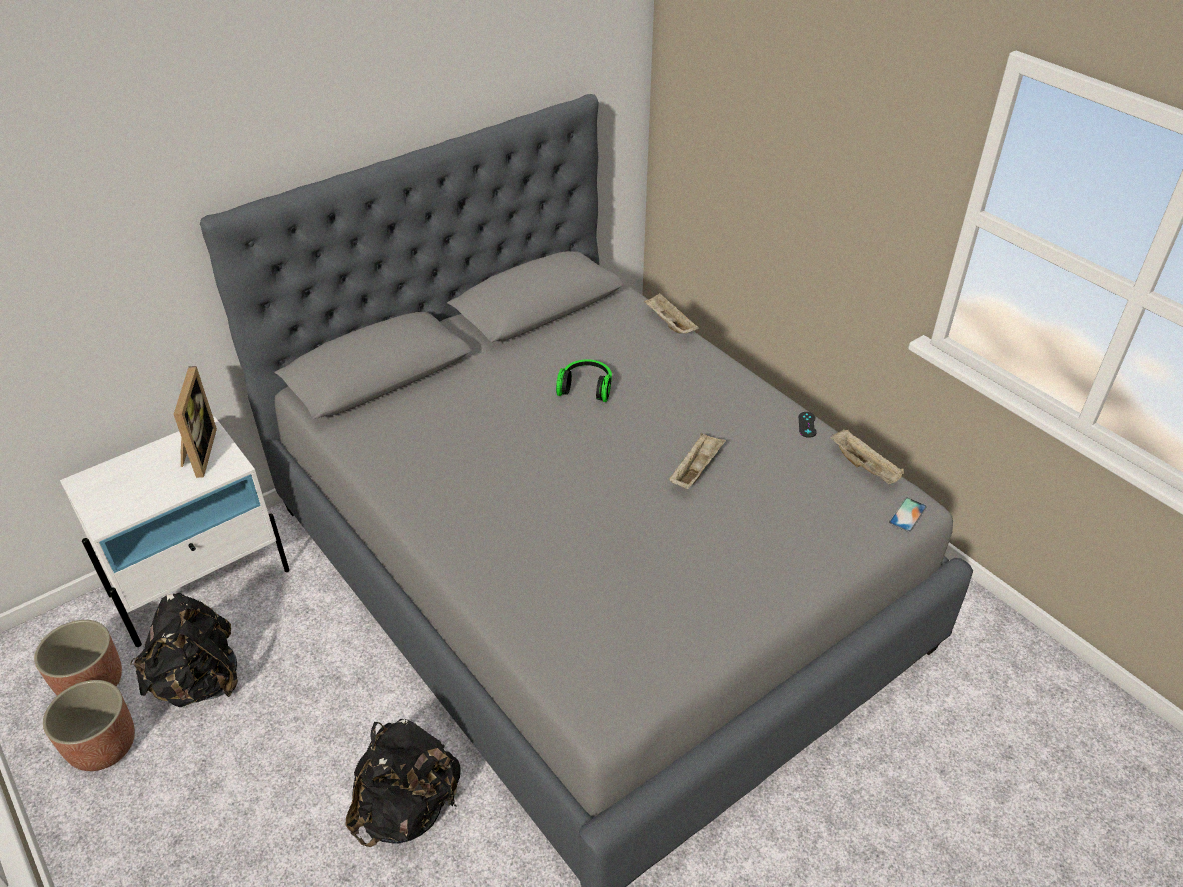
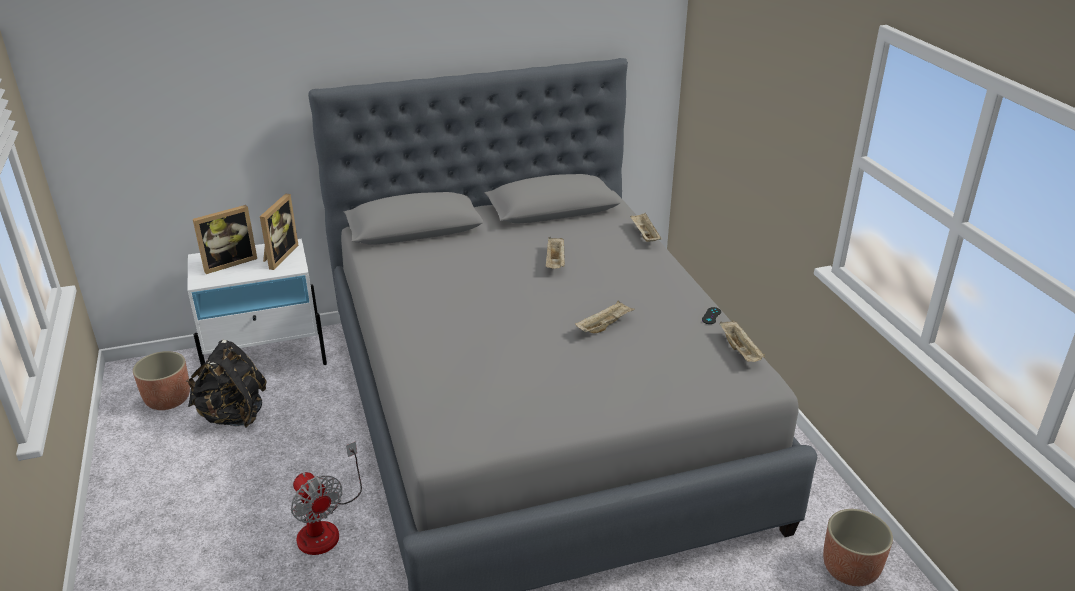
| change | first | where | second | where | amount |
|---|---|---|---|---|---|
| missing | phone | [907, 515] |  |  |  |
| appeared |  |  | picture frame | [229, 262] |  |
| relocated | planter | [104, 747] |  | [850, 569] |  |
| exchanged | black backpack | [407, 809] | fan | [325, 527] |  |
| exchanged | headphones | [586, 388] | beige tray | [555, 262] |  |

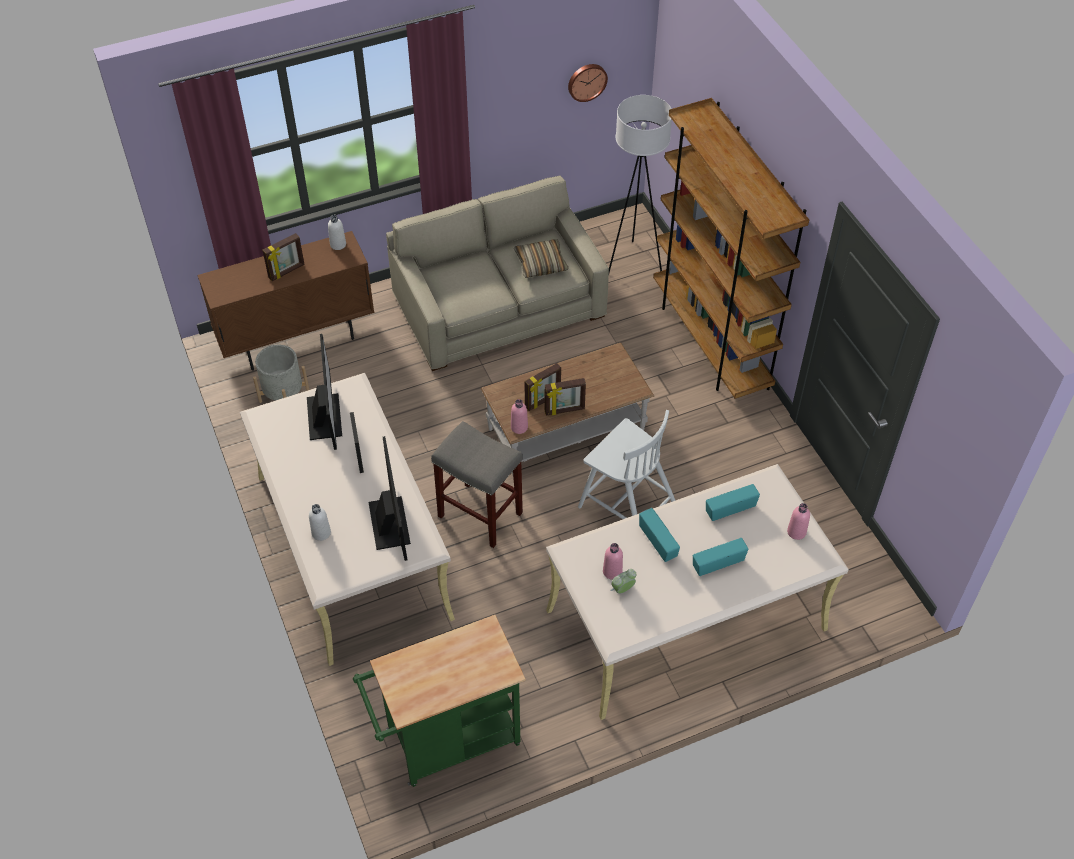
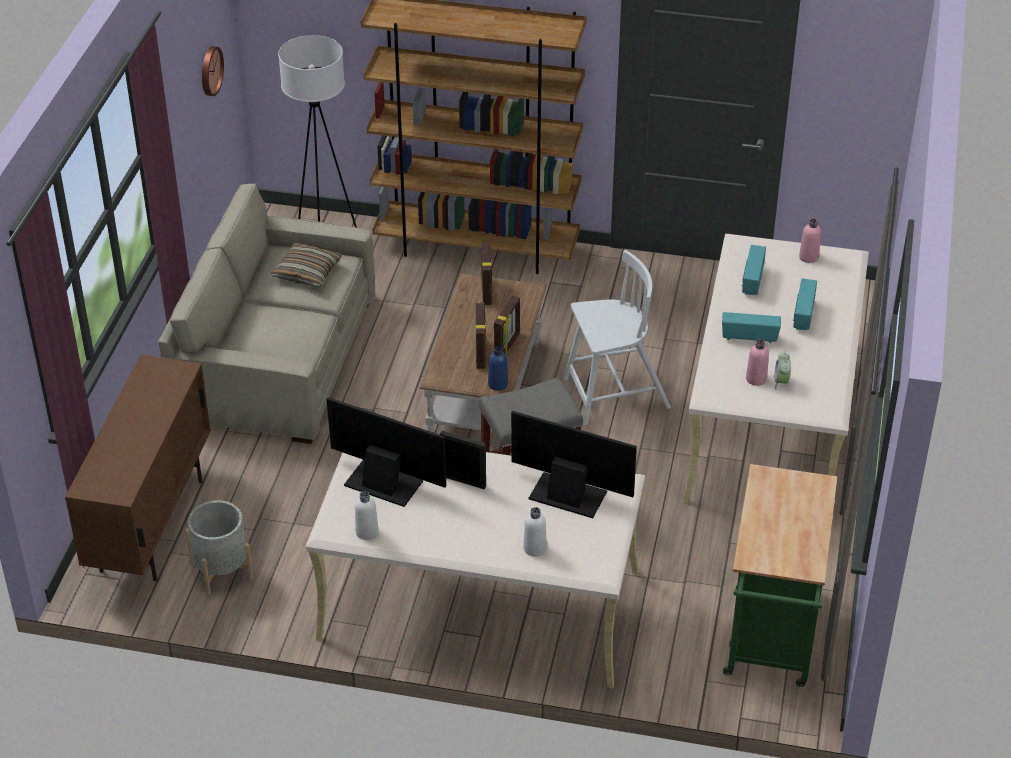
| change | first | where | second | where | amount |
|---|---|---|---|---|---|
| relocated | picture frame | [287, 272] |  | [487, 291] |  |
| relocated | white bottle | [338, 244] |  | [367, 532] |  |
| colour | pink bottle | [519, 427] | blue bottle | [498, 384] |  |

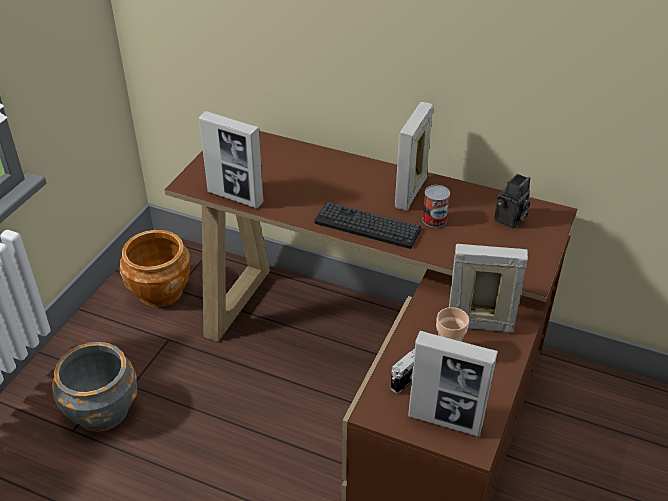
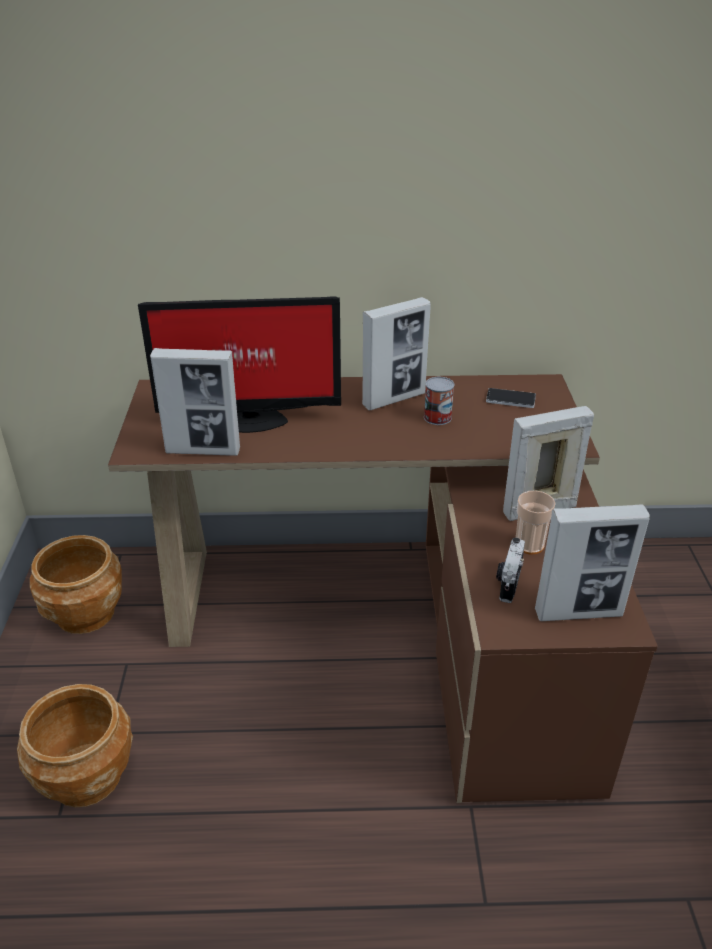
| change | first | where | second | where | amount |
|---|---|---|---|---|---|
| missing | keyboard | [367, 226] |  |  |  |
| appeared |  |  | monitor | [248, 419] |  |
| exchanged | photo camera | [510, 220] | phone | [510, 399] |  |
| colour | grey planter | [103, 410] | brown planter | [87, 775] |  |
| spun | picture frame | [411, 193] |  | [394, 399] | 120 degrees counterclockwise |

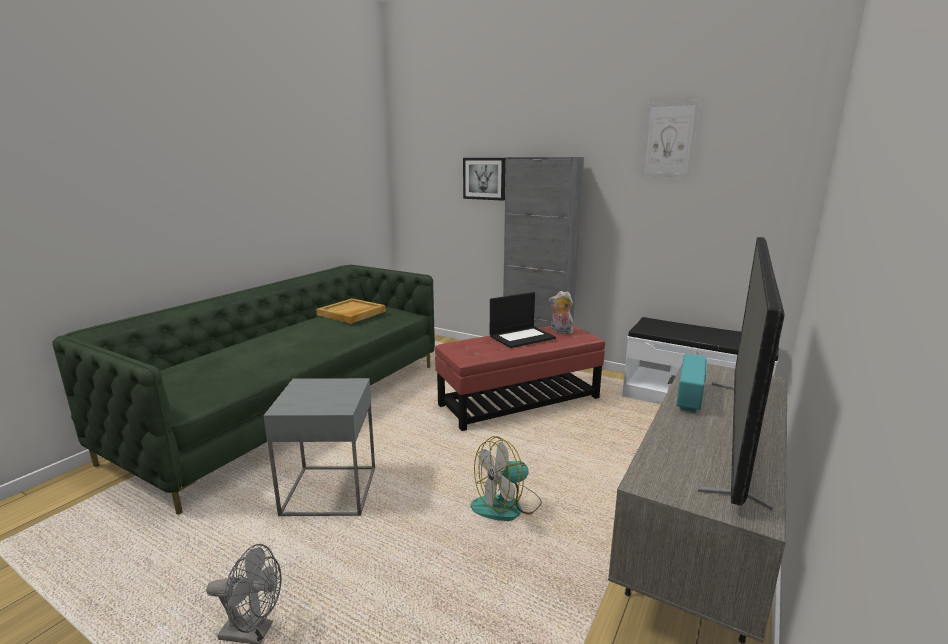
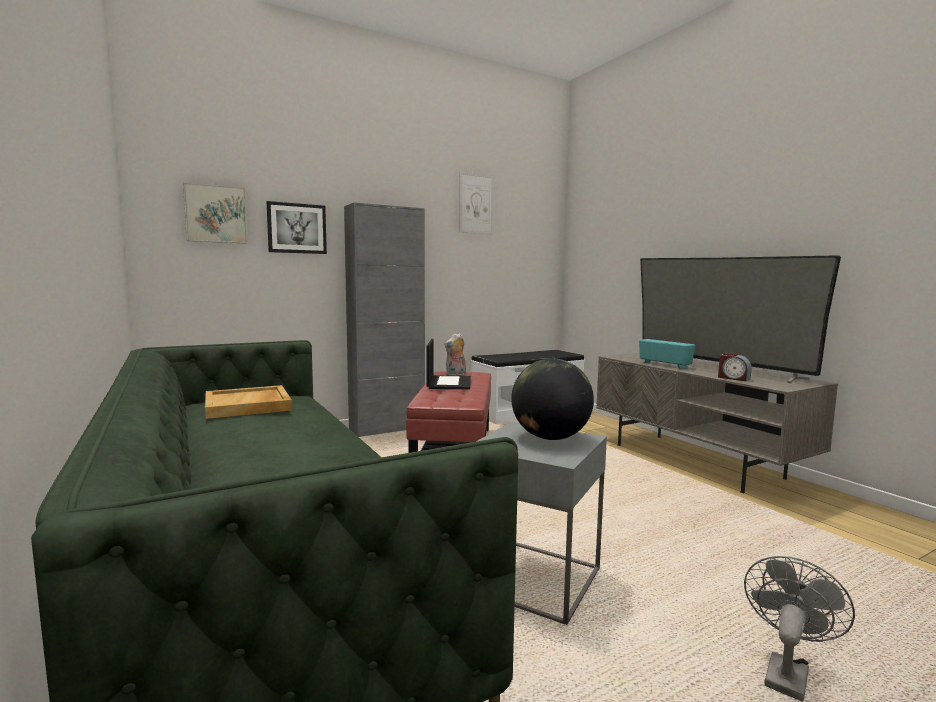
| change | first | where | second | where | amount |
|---|---|---|---|---|---|
| missing | fan | [507, 505] |  |  |  |
| appeared |  |  | picture | [216, 214] |  |
| appeared |  |  | globe | [550, 438] |  |
| appeared |  |  | alarm clock | [733, 378] |  |

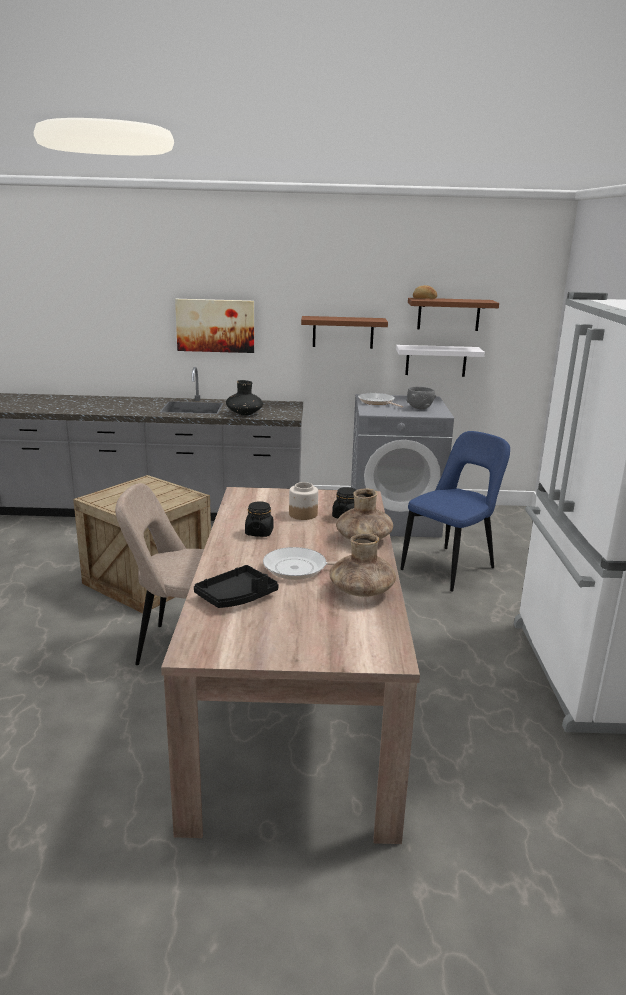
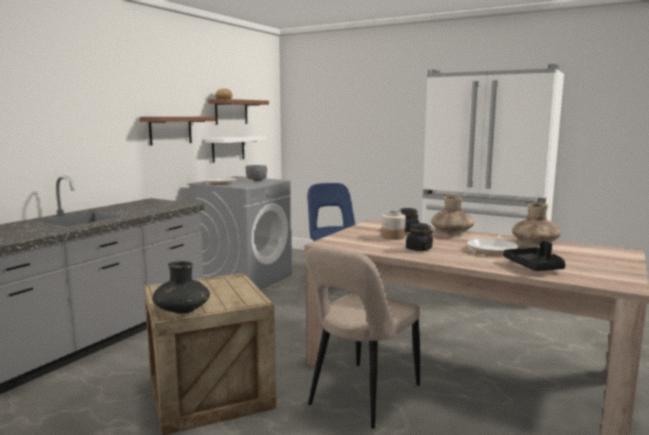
| change | first | where | second | where | amount |
|---|---|---|---|---|---|
| missing | picture | [215, 325] |  |  |  |
| relocated | black vase | [244, 413] |  | [182, 310] |  |

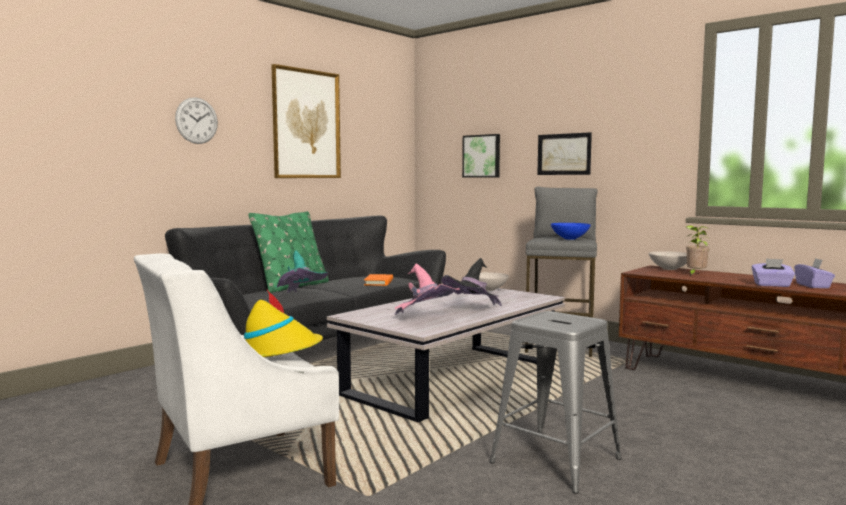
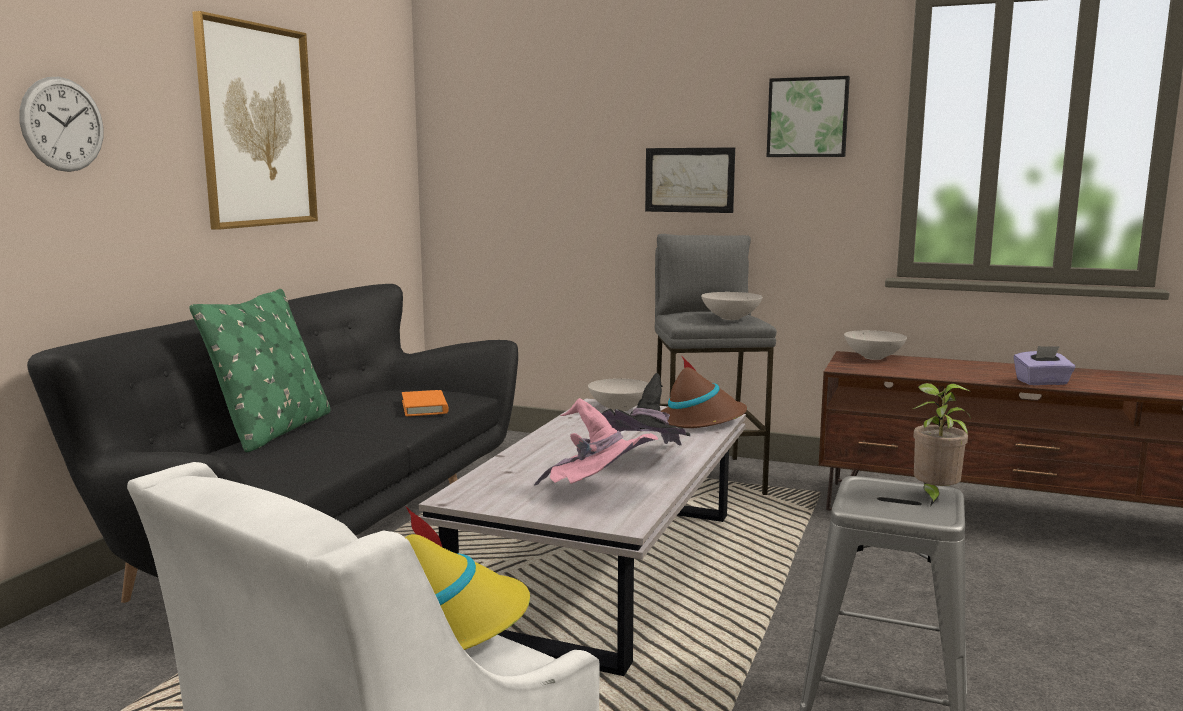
| change | first | where | second | where | amount |
|---|---|---|---|---|---|
| missing | turquoise hat | [300, 298] |  |  |  |
| missing | purple tissue box | [813, 286] |  |  |  |
| appeared |  |  | brown hat | [701, 420] |  |
| relocated | picture | [482, 156] |  | [808, 117] |  |
| relocated | potted plant | [695, 275] |  | [934, 497] |  |
| colour | blue bowl | [570, 238] | white bowl | [731, 318] |  |

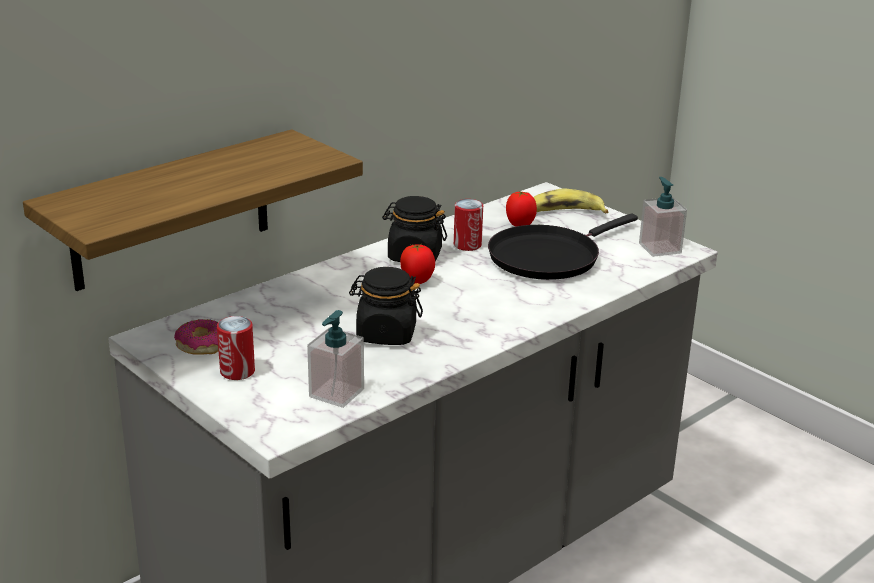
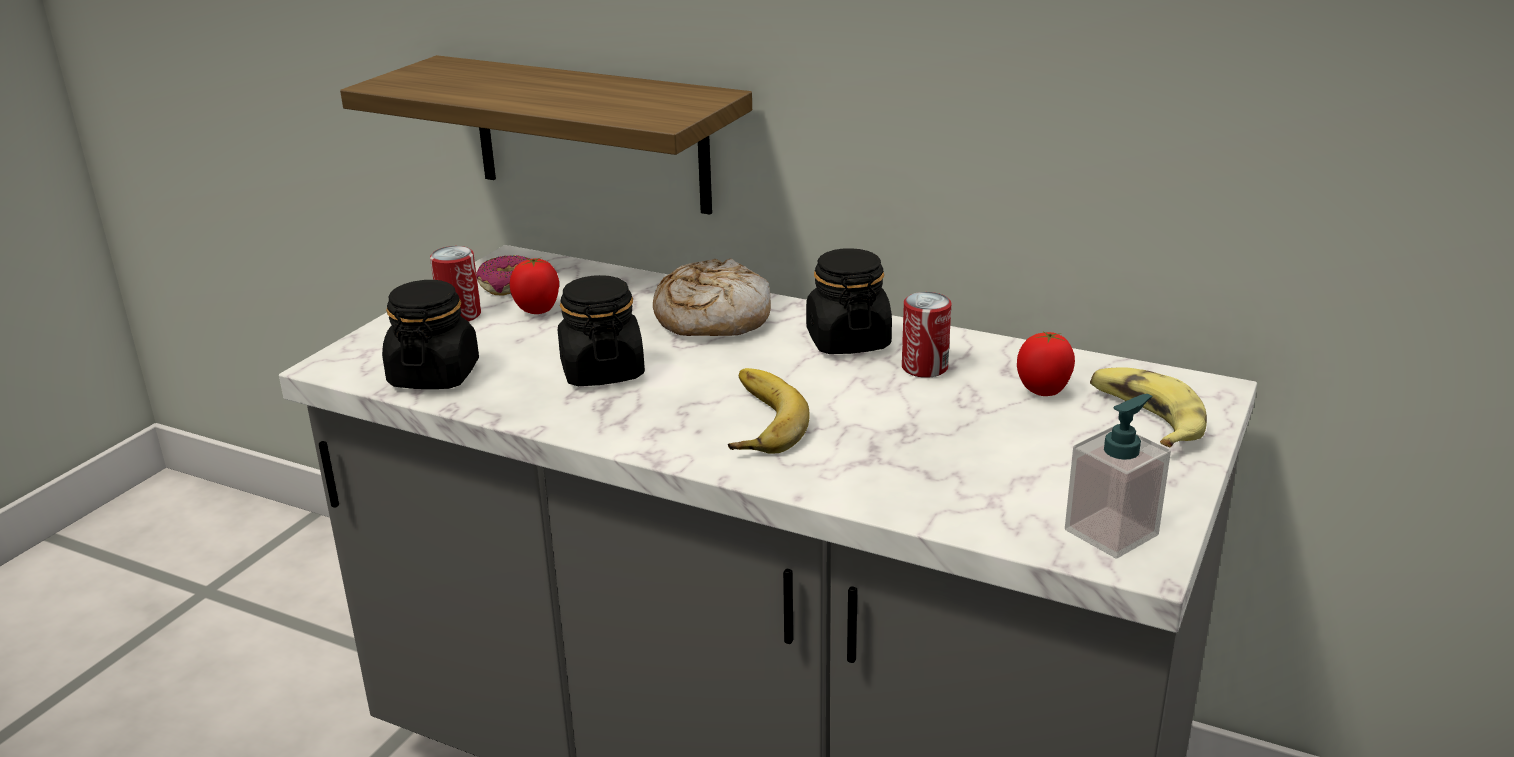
| change | first | where | second | where | amount |
|---|---|---|---|---|---|
| missing | black frying pan | [548, 257] |  |  |  |
| appeared |  |  | bread | [711, 318] |  |
| appeared |  |  | banana | [754, 421] |  |
| relocated | tomato | [417, 281] |  | [538, 311] |  |
| exchanged | soap dispenser | [336, 393] | black jar | [434, 375] |  |

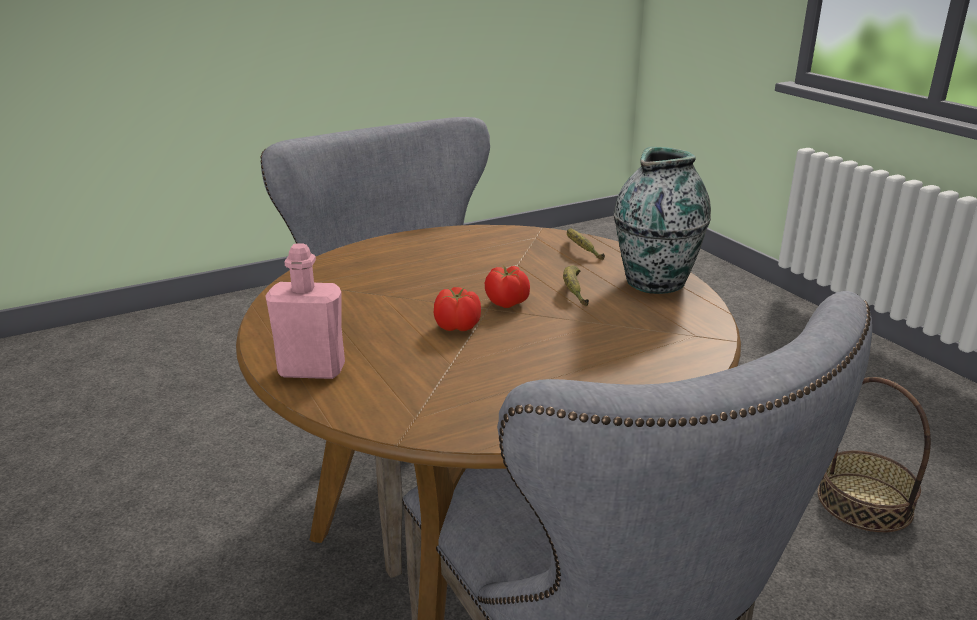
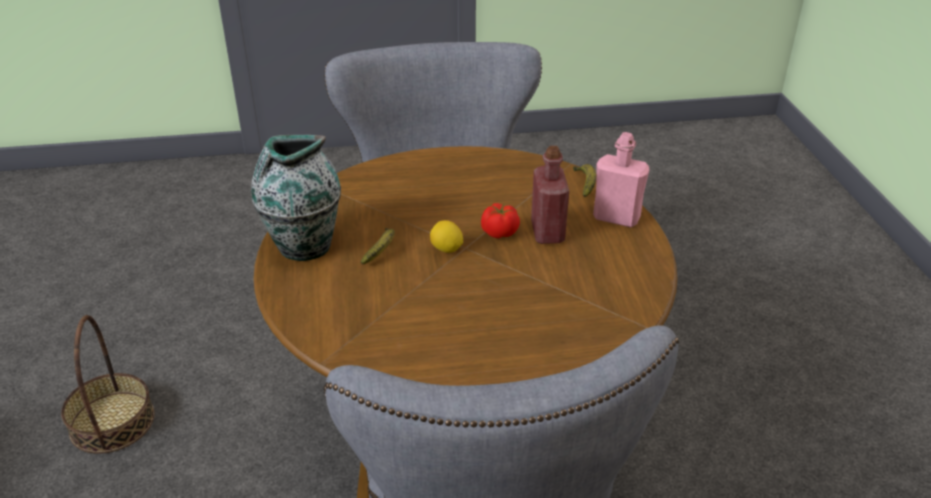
| change | first | where | second | where | amount |
|---|---|---|---|---|---|
| appeared |  |  | red bottle | [547, 232] |  |
| relocated | banana | [581, 250] |  | [585, 184] |  |
| exchanged | tomato | [507, 303] | lemon | [446, 249] |  |

